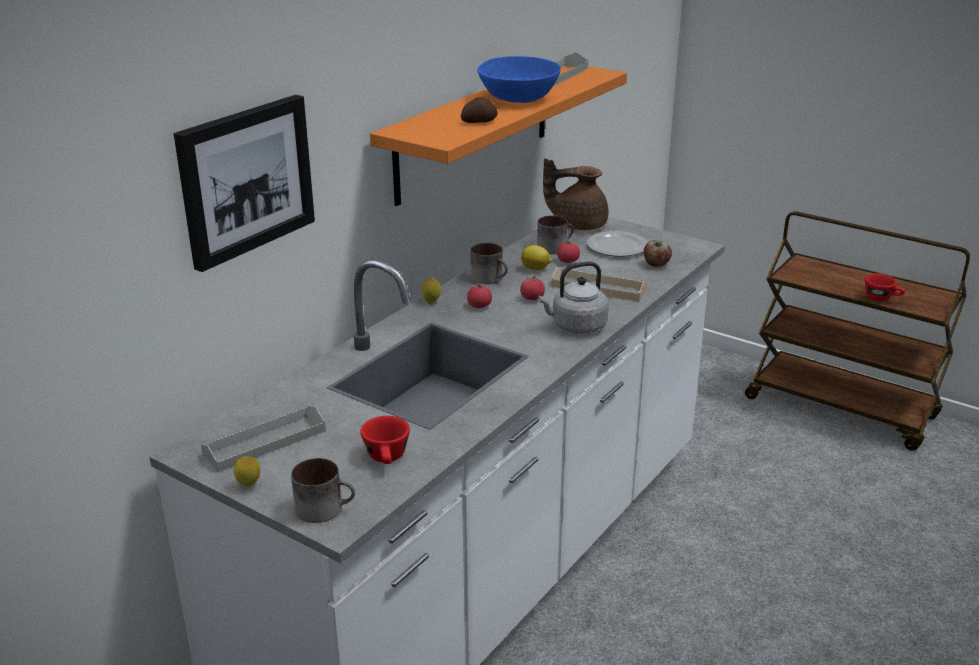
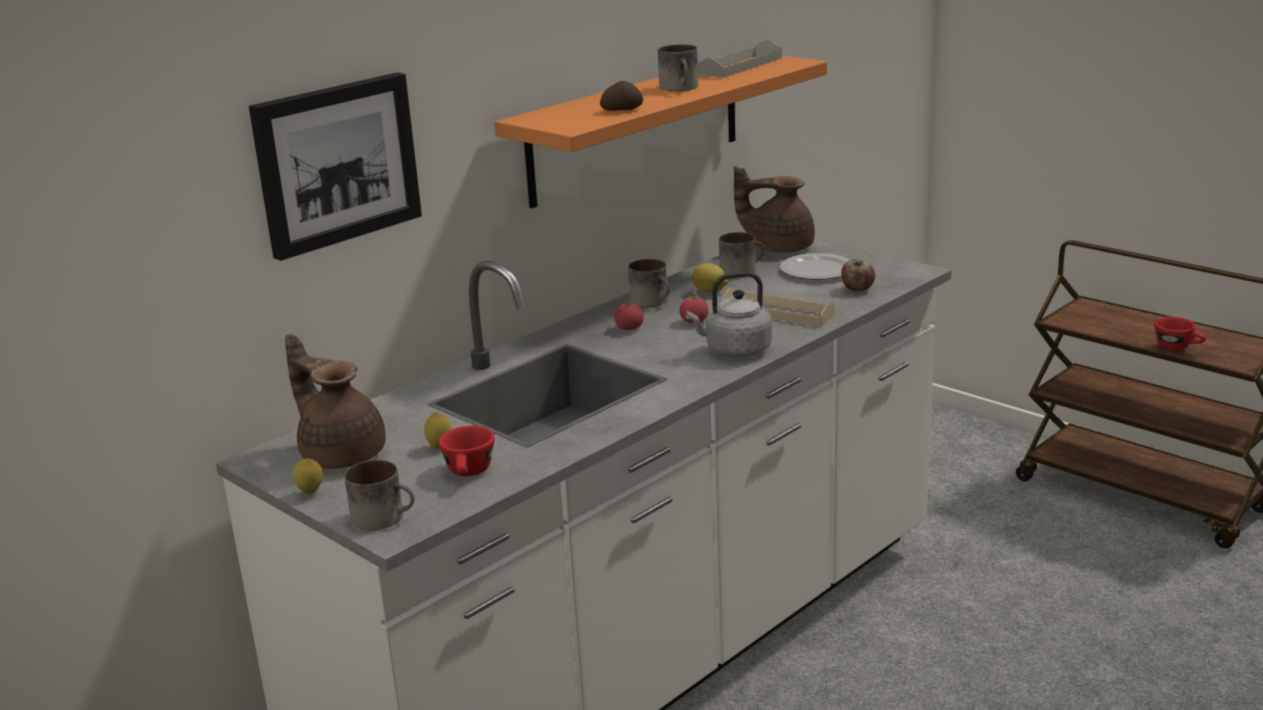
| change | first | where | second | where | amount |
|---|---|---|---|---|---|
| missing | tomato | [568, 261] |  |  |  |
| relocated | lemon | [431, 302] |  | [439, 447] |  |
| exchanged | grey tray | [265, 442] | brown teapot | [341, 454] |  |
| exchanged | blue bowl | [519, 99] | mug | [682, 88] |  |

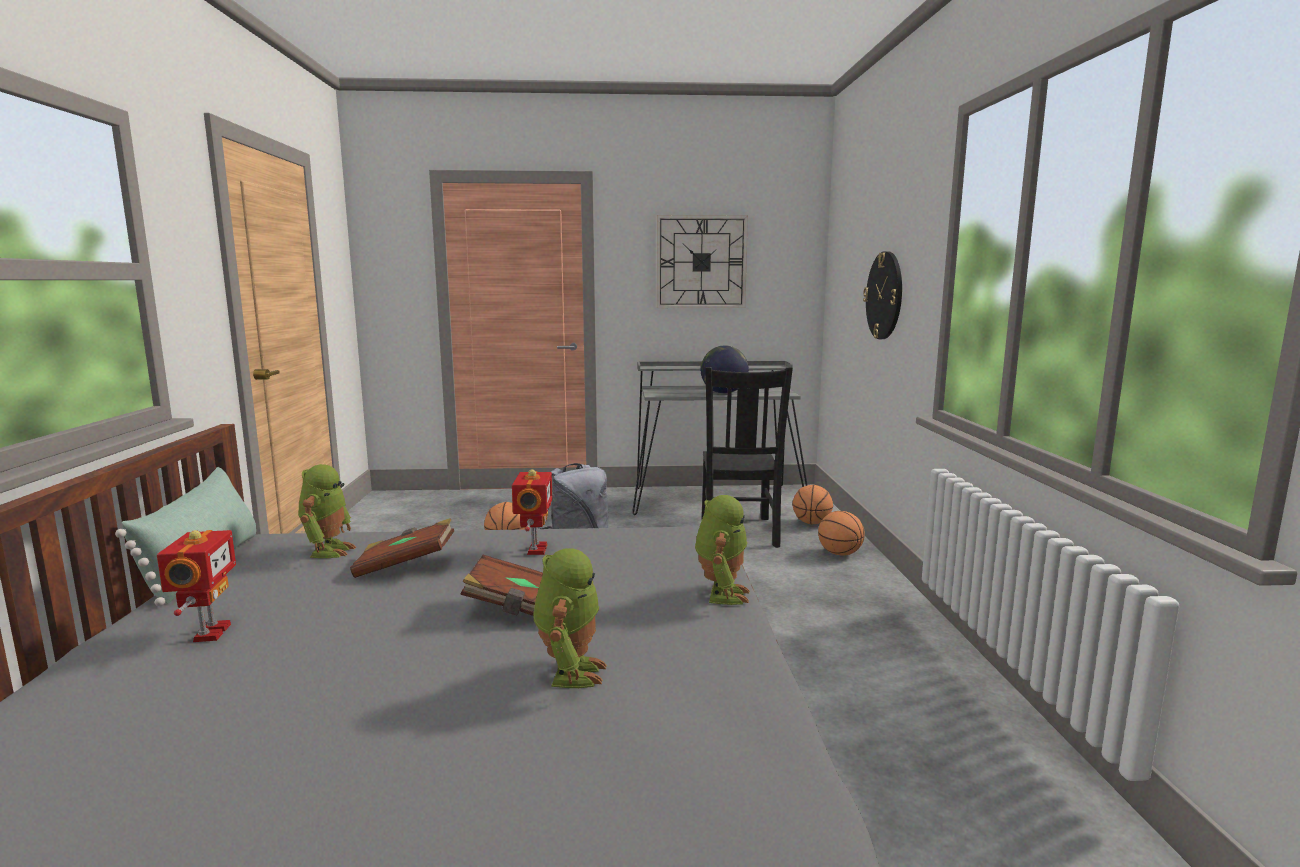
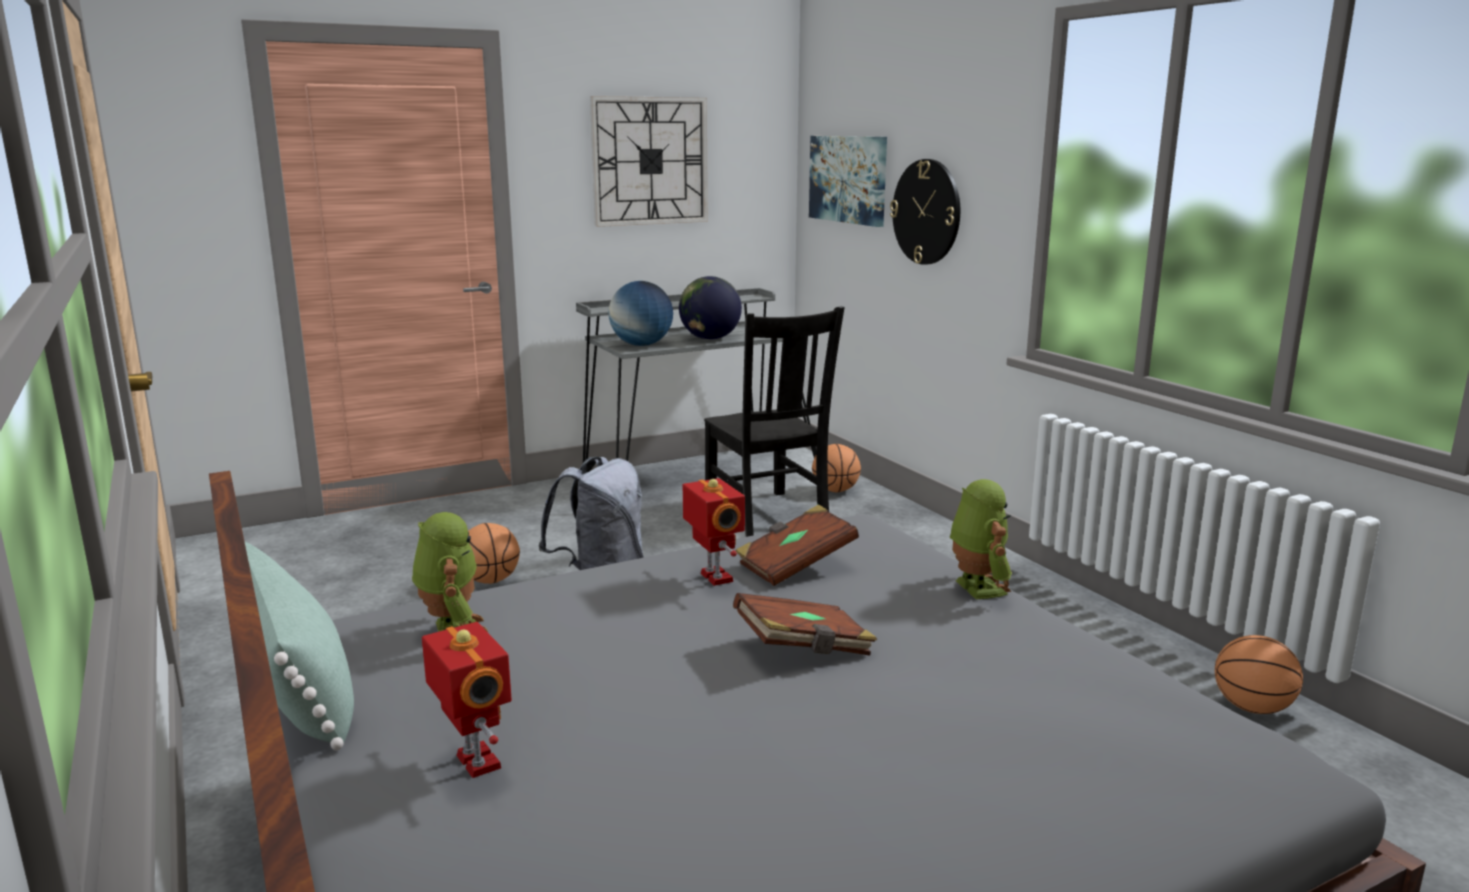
| change | first | where | second | where | amount |
|---|---|---|---|---|---|
| missing | toy robot | [570, 672] |  |  |  |
| appeared |  |  | globe | [641, 345] |  |
| appeared |  |  | picture | [848, 179] |  |
| relocated | brown book | [406, 566] |  | [795, 565] |  |
| relocated | basketball | [839, 554] |  | [1252, 708] |  |

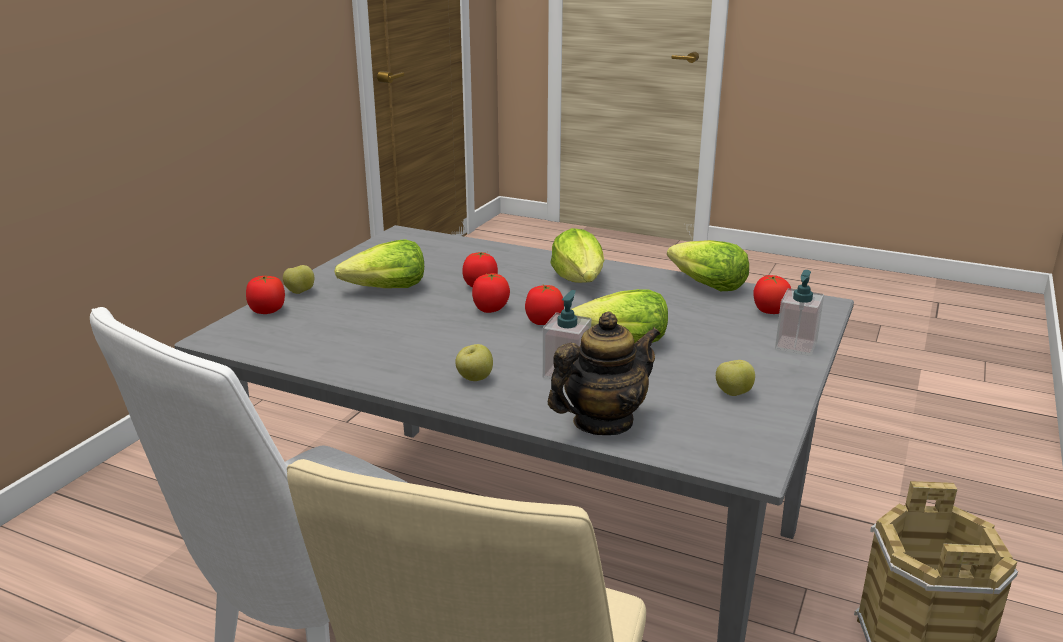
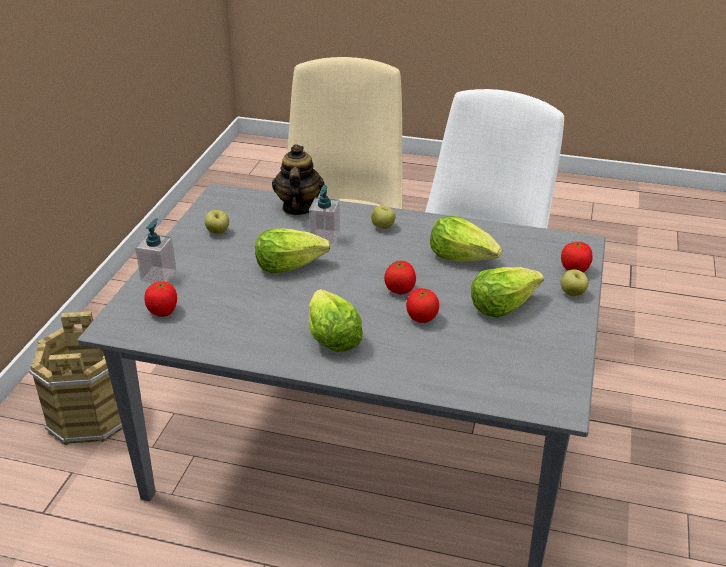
| change | first | where | second | where | amount |
|---|---|---|---|---|---|
| missing | tomato | [543, 322] |  |  |  |
| relocated | lettuce | [706, 285] |  | [462, 257] |  |
| spun | teapot | [602, 422] |  | [298, 207] | 135 degrees clockwise |

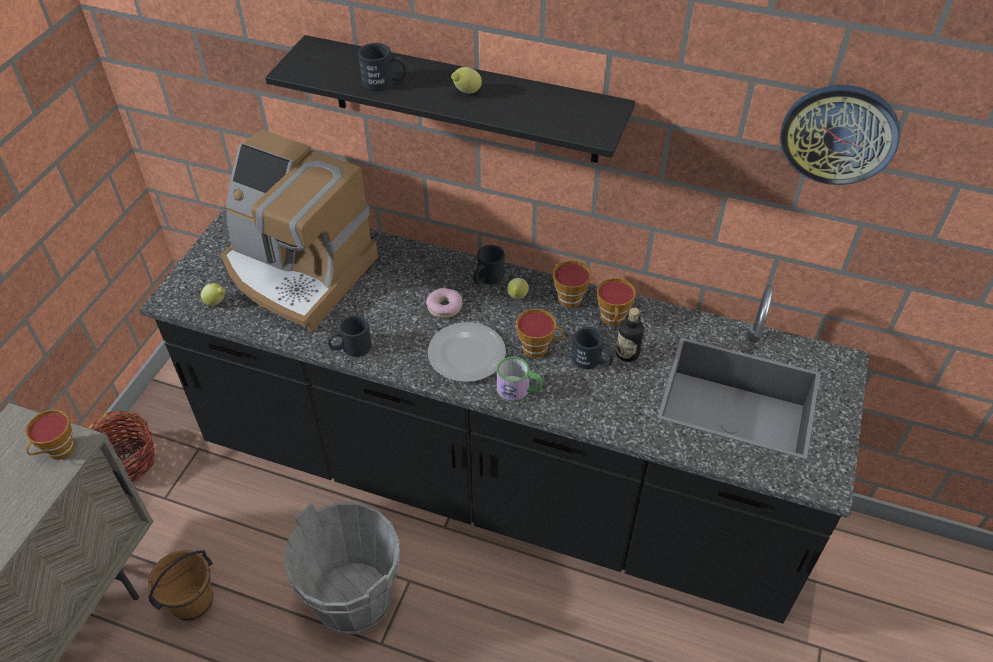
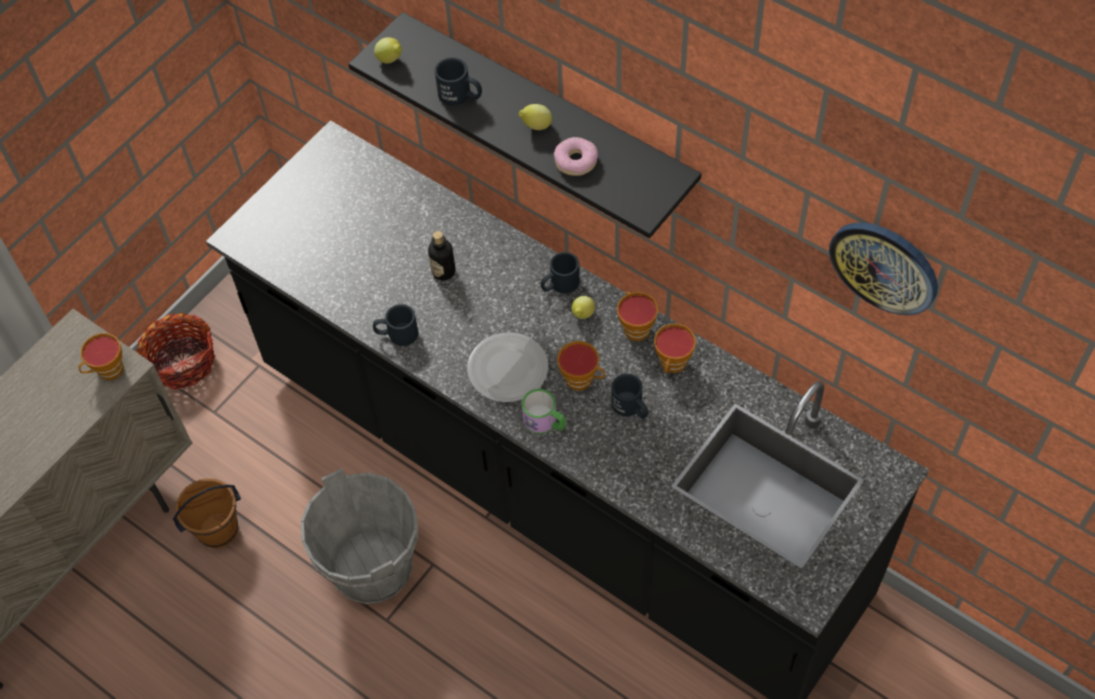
| change | first | where | second | where | amount |
|---|---|---|---|---|---|
| missing | coffee machine | [297, 272] |  |  |  |
| relocated | lemon | [216, 302] |  | [391, 60] |  |
| relocated | donut | [444, 307] |  | [576, 161] |  |
| relocated | bottle | [627, 353] |  | [443, 271] |  |

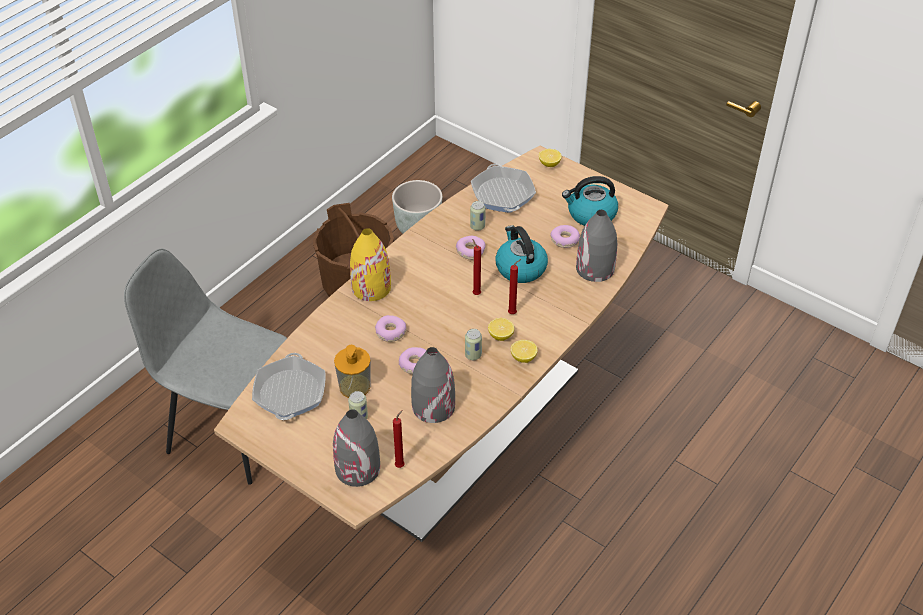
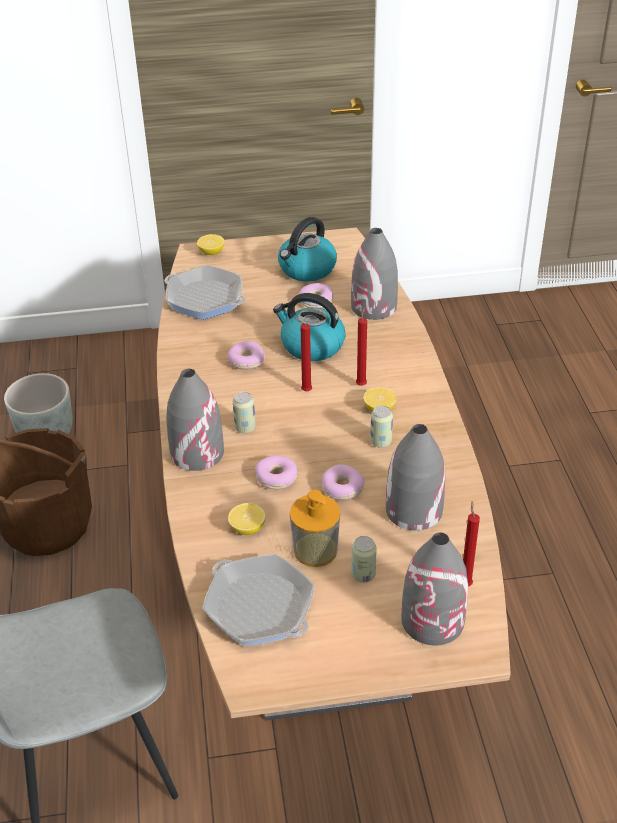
| change | first | where | second | where | amount |
|---|---|---|---|---|---|
| relocated | can | [477, 226] |  | [245, 428] |  |
| relocated | lemon | [523, 357] |  | [247, 528] |  |
| colour | yellow vase | [371, 287] | grey vase | [196, 452] |  |

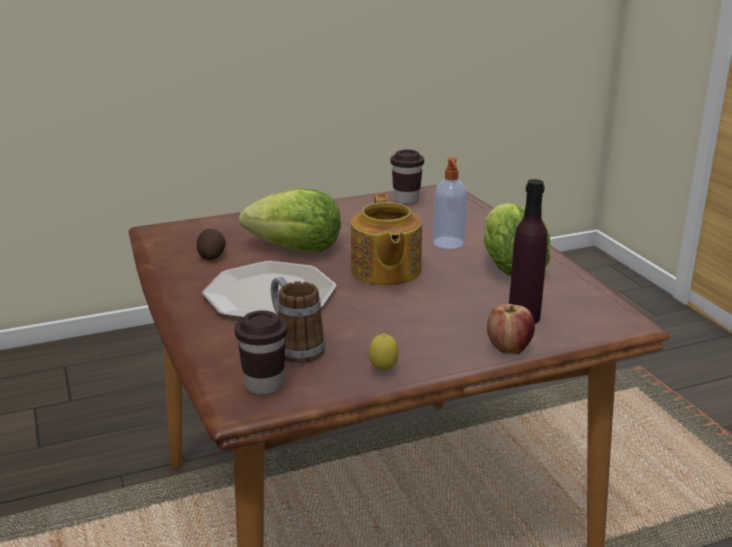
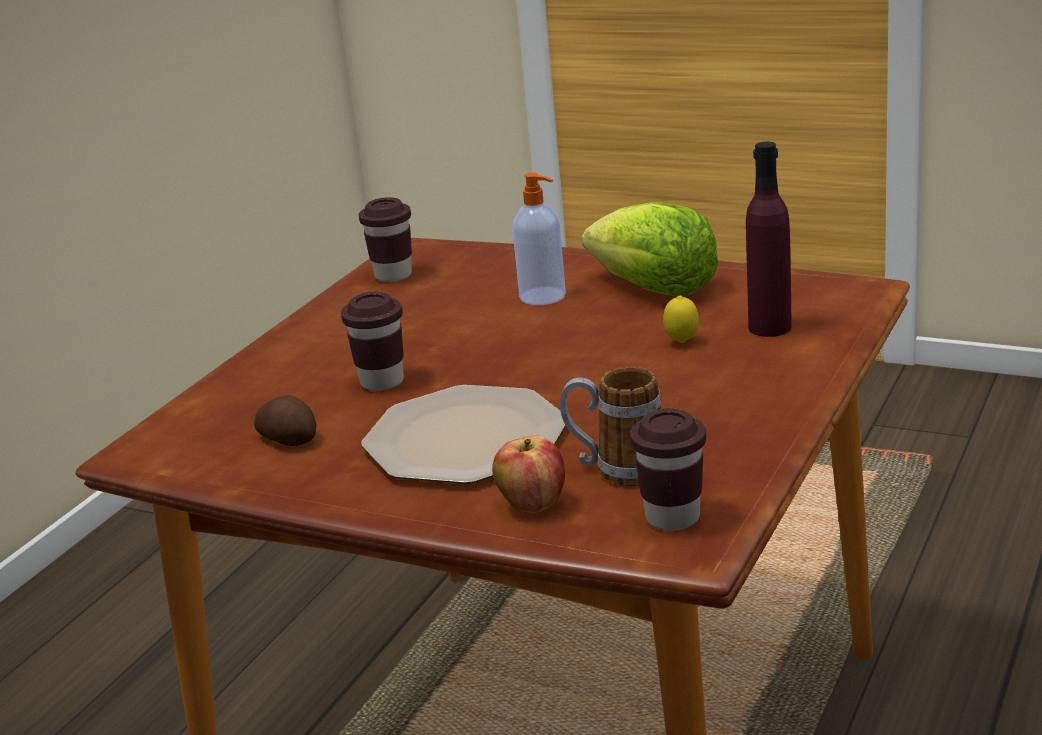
| change | first | where | second | where | amount |
|---|---|---|---|---|---|
| missing | teapot | [385, 271] |  |  |  |
| relocated | lemon | [383, 371] |  | [682, 343] |  |
| relocated | apple | [509, 349] |  | [533, 505] |  |
| exchanged | lettuce | [296, 249] | brown cup | [382, 382] |  |

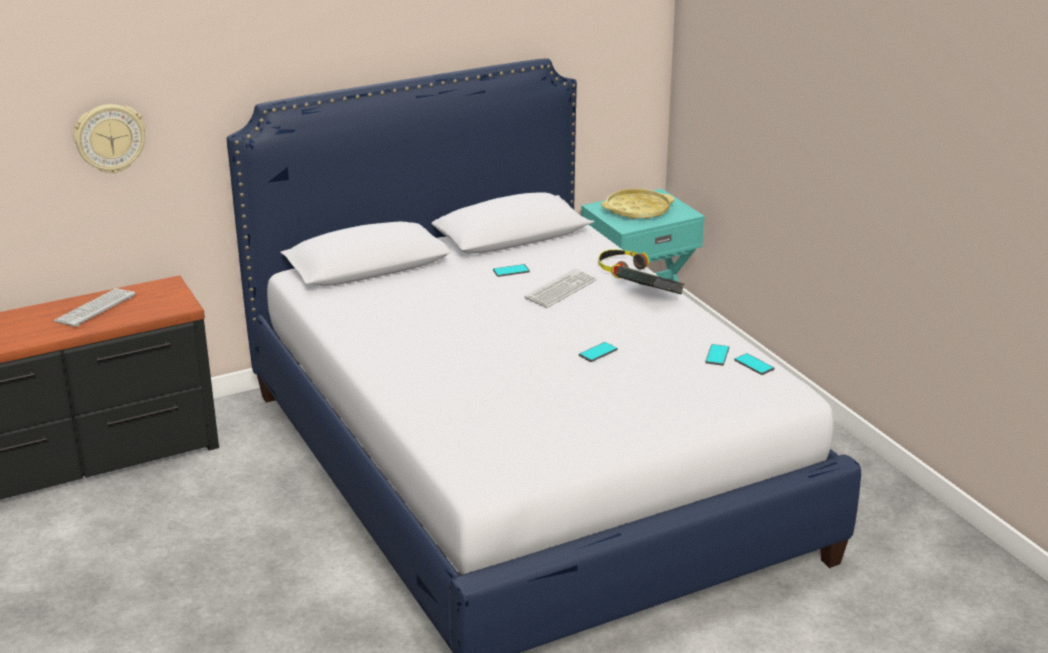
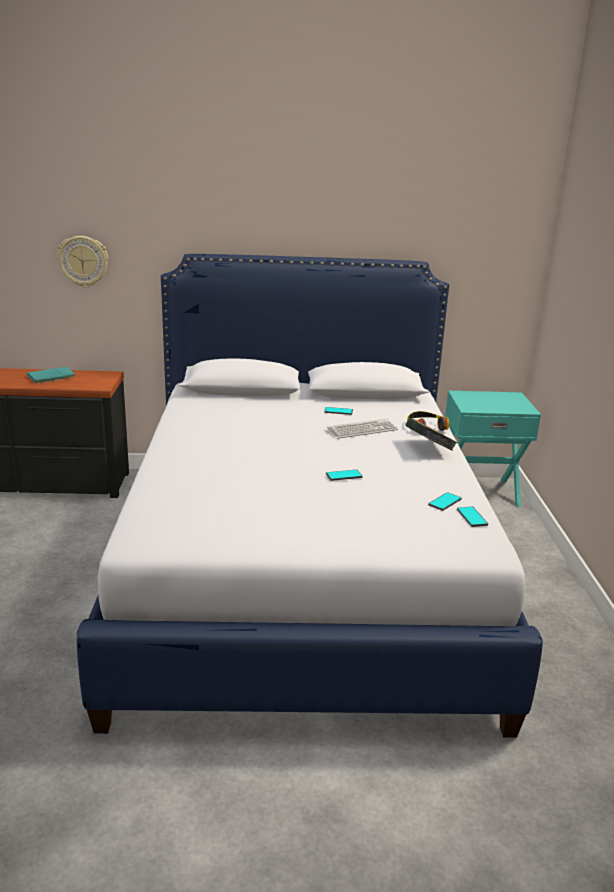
| change | first | where | second | where | amount |
|---|---|---|---|---|---|
| missing | yellow tray | [637, 210] |  |  |  |
| exchanged | keyboard | [95, 308] | turquoise book | [50, 377] |  |

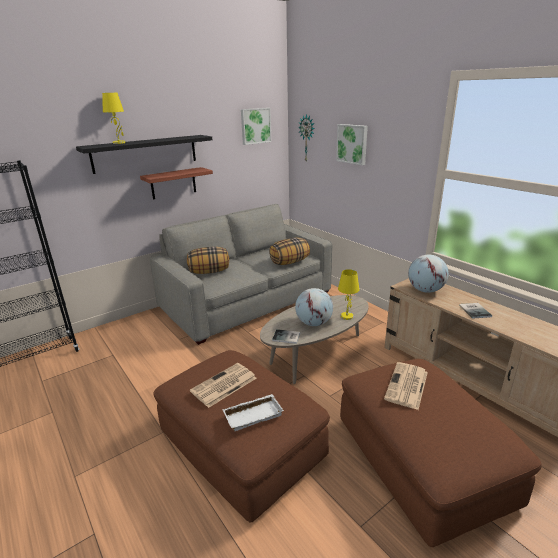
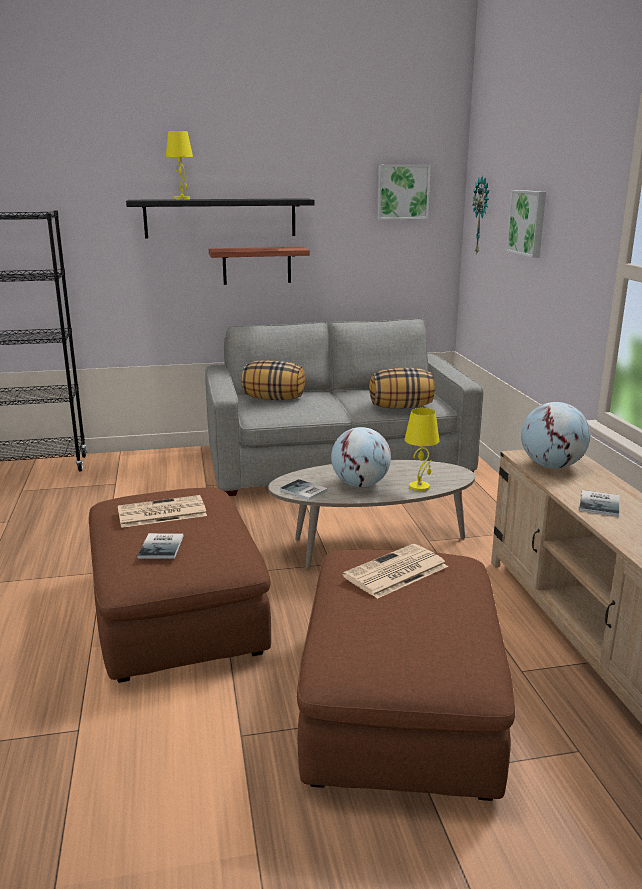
| change | first | where | second | where | amount |
|---|---|---|---|---|---|
| exchanged | white tray | [253, 414] | book | [163, 546] |  |

